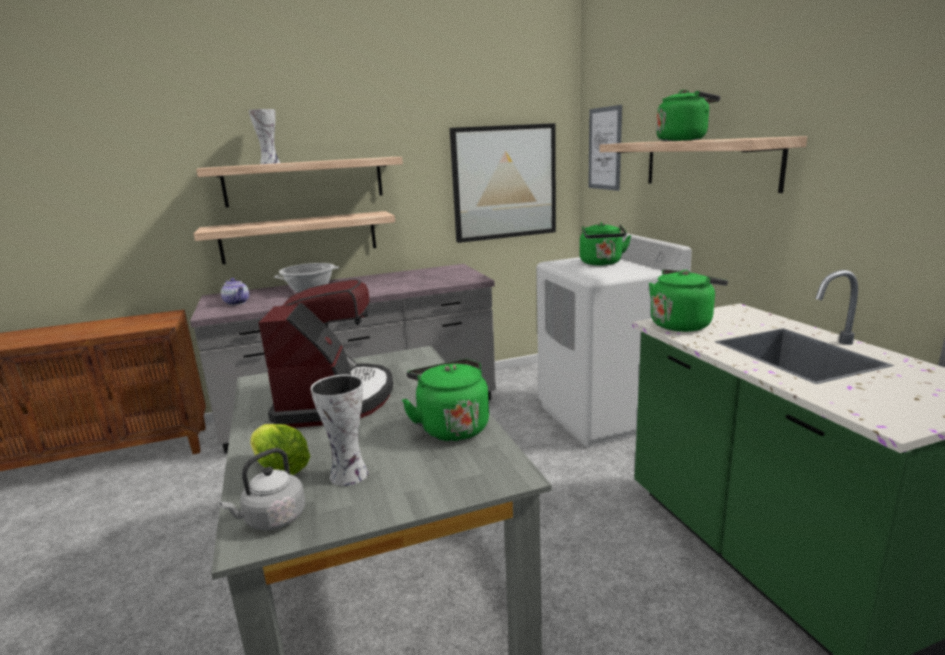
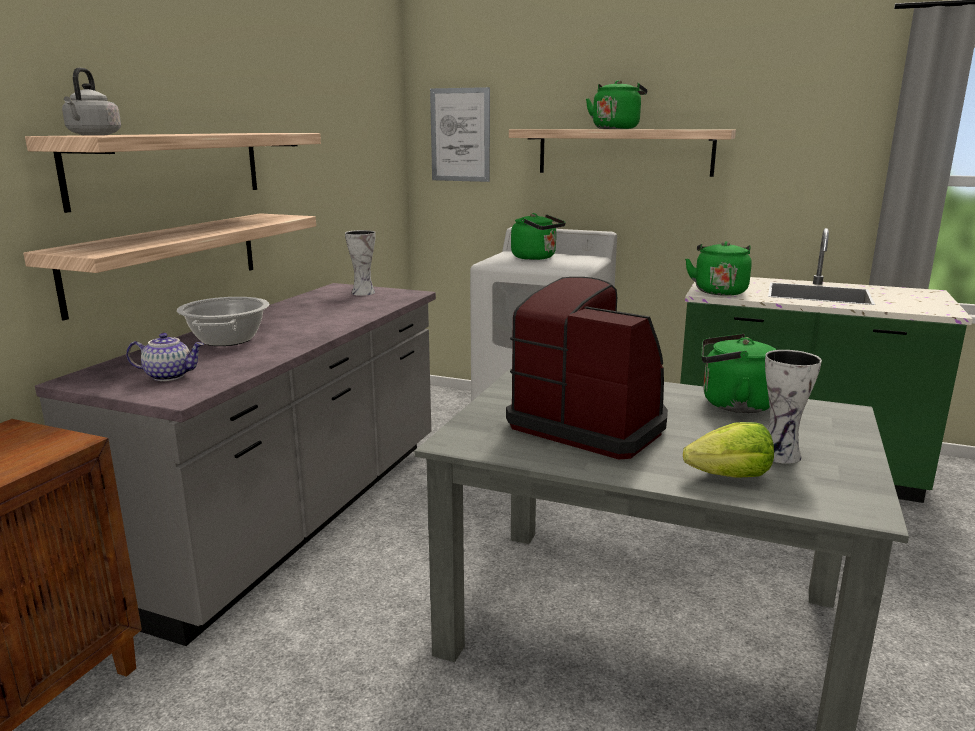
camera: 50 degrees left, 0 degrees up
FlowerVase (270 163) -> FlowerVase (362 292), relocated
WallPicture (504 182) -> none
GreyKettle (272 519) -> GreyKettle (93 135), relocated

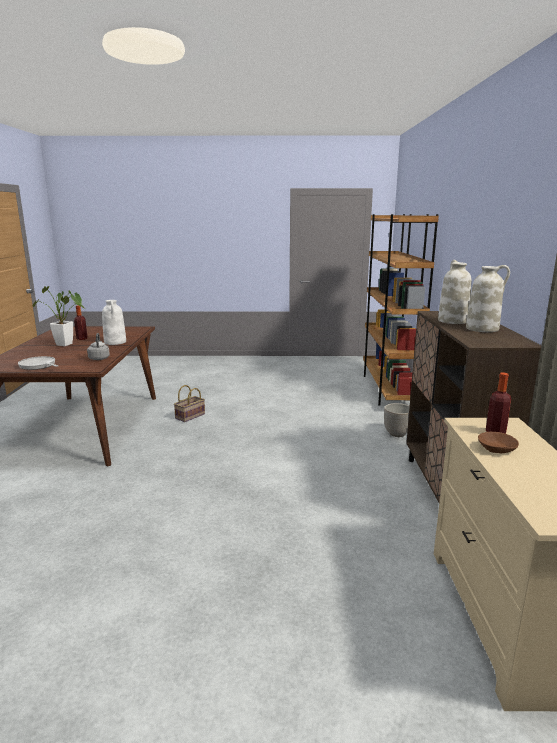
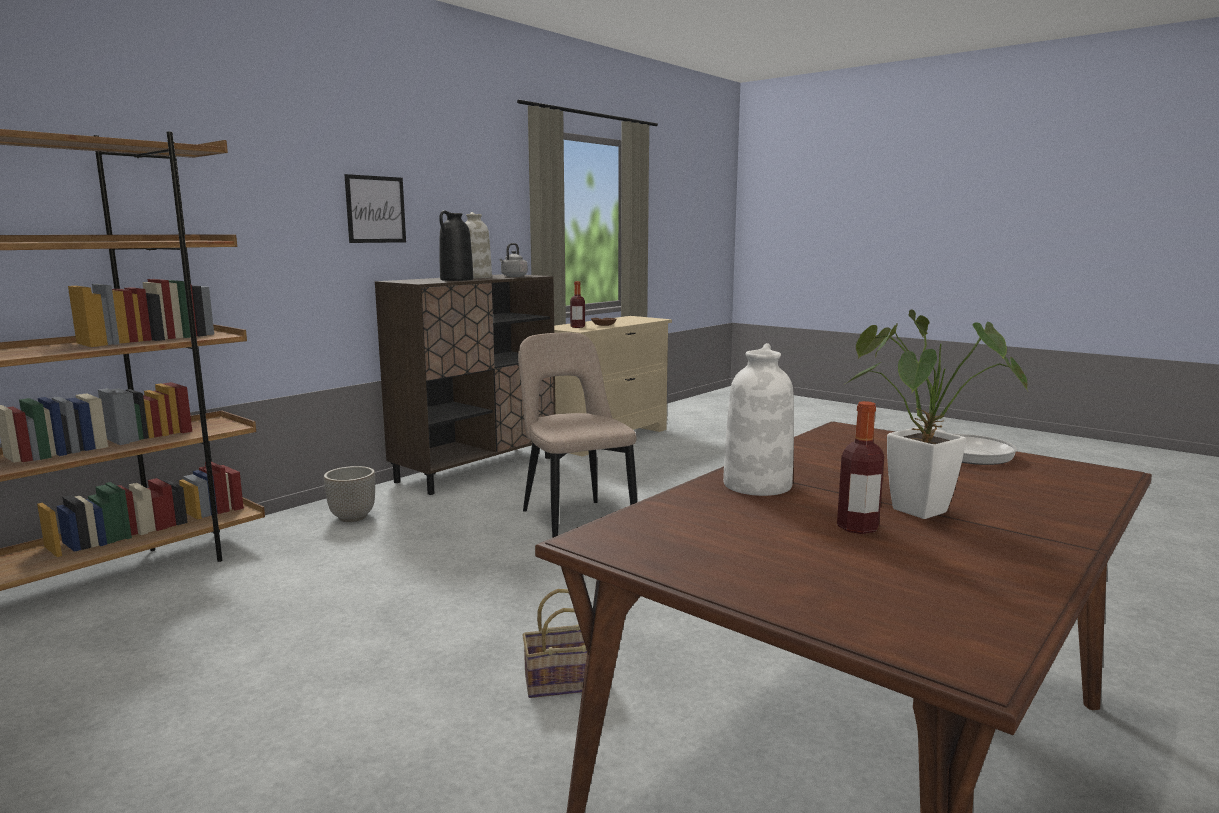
camera: 140 degrees left, 5 degrees down
WhitishFlowerVase (452 321) -> BlackColouredFlowerVase (456 279)
GreyKettle (99 358) -> GreyKettle (513 276), relocated
none -> WallPicture (375 209)
none -> BeigeColouredPlainChair (575 521)

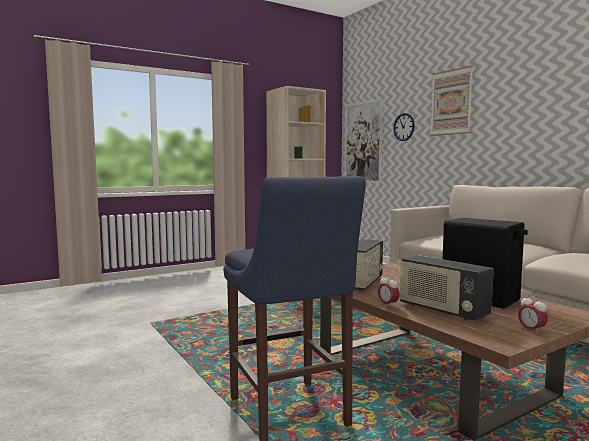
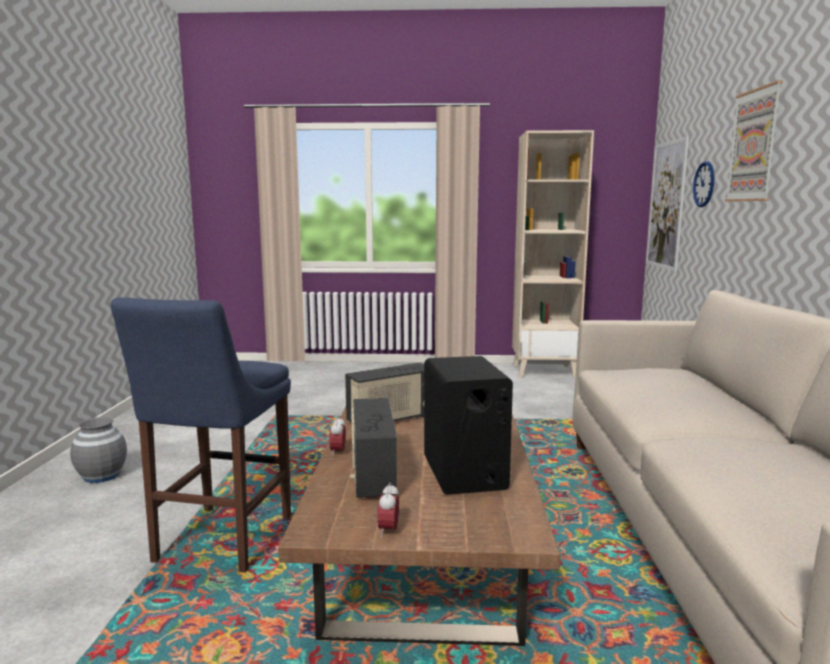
camera: 35 degrees right, 5 degrees up
none -> GreyFlowerVase (102 476)

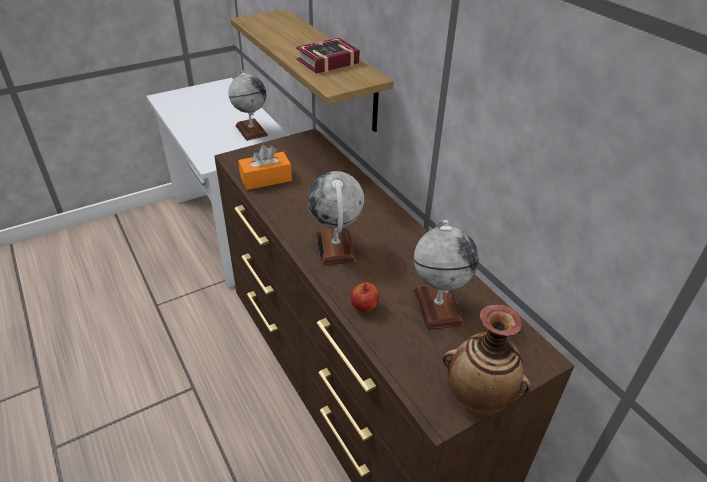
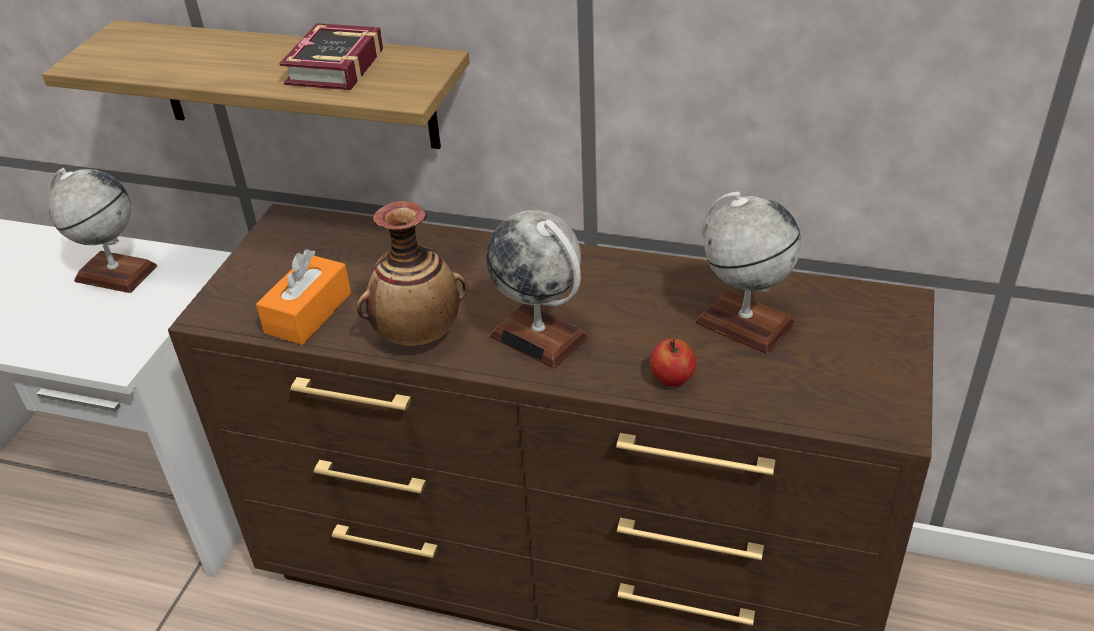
camera: 40 degrees left, 0 degrees up
FlowerVase (479 395) -> FlowerVase (418 335), relocated

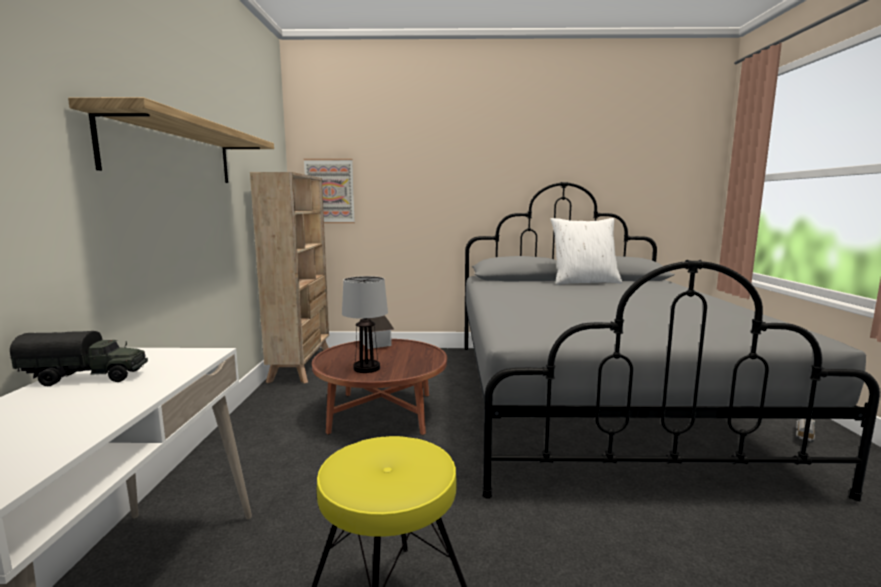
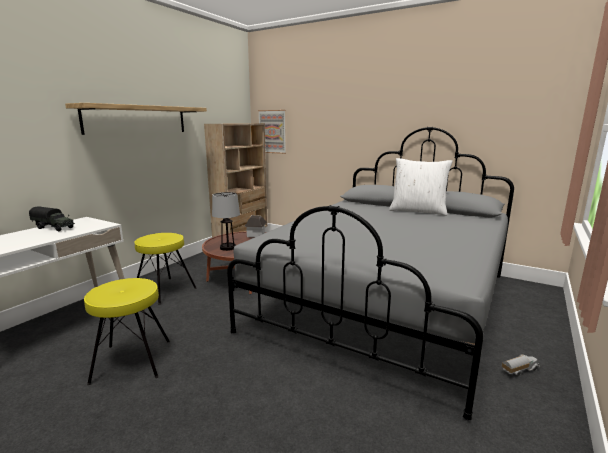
camera: 30 degrees right, 5 degrees up
none -> YellowSittingStool (165 290)

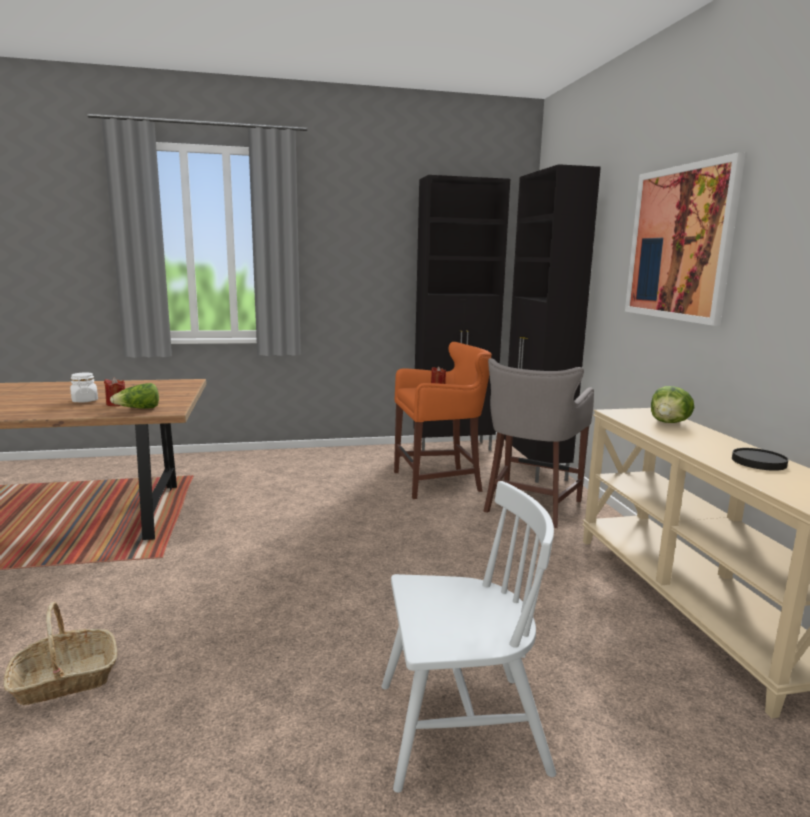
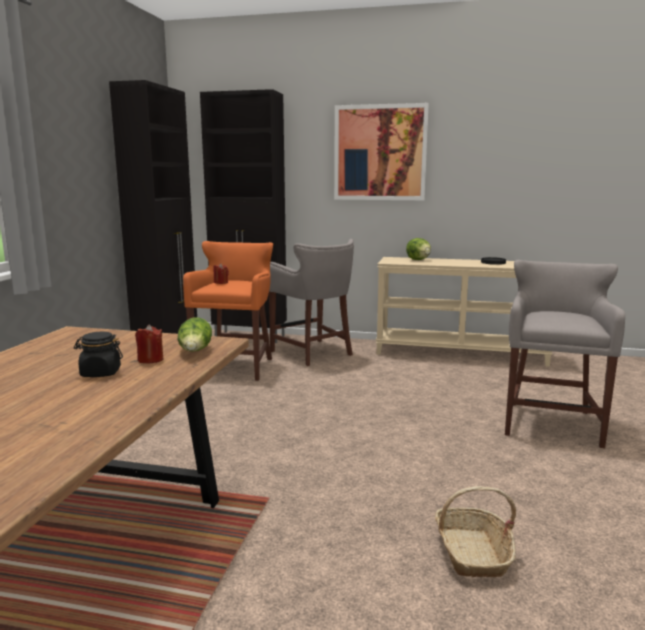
camera: 65 degrees left, 0 degrees up
WhitishStorageJar (84 400) -> BlackColouredStorageJar (100 373)
WhitishPlainChair (459 728) -> GreySittingStool (550 422)

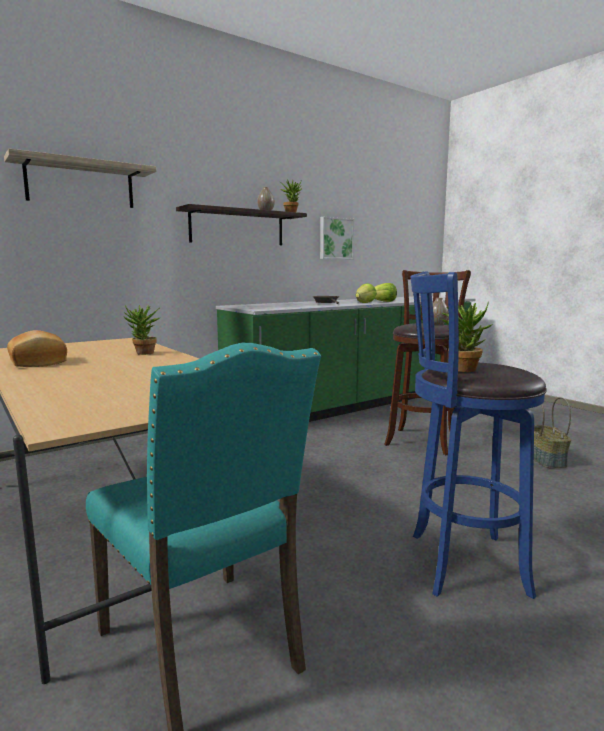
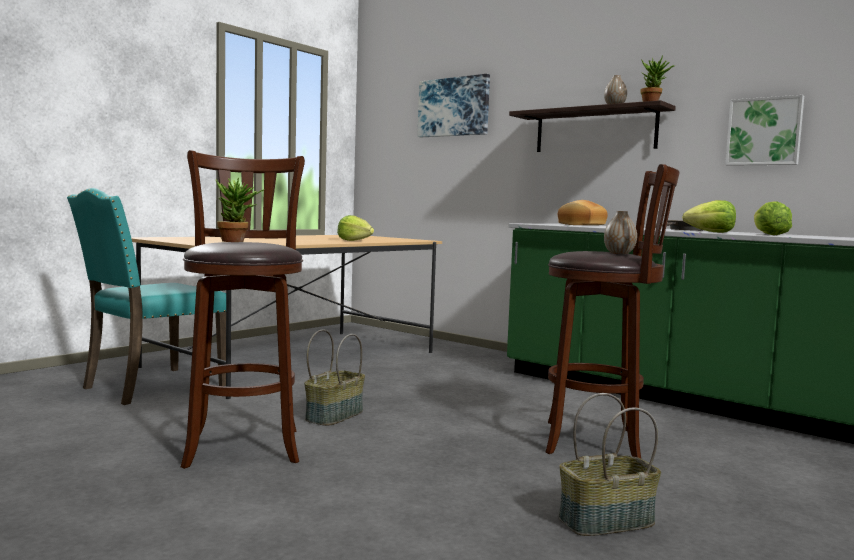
camera: 75 degrees right, 5 degrees down
BracketShelf (80 184) -> WallPicture (454 107)
BluishSittingStool (460 563) -> BrownishSittingStool (243 445)
PottedPlant (143 354) -> LettuceHead (354 240)
Bread (36 362) -> Bread (580 225), relocated
none -> Basket (334 415)

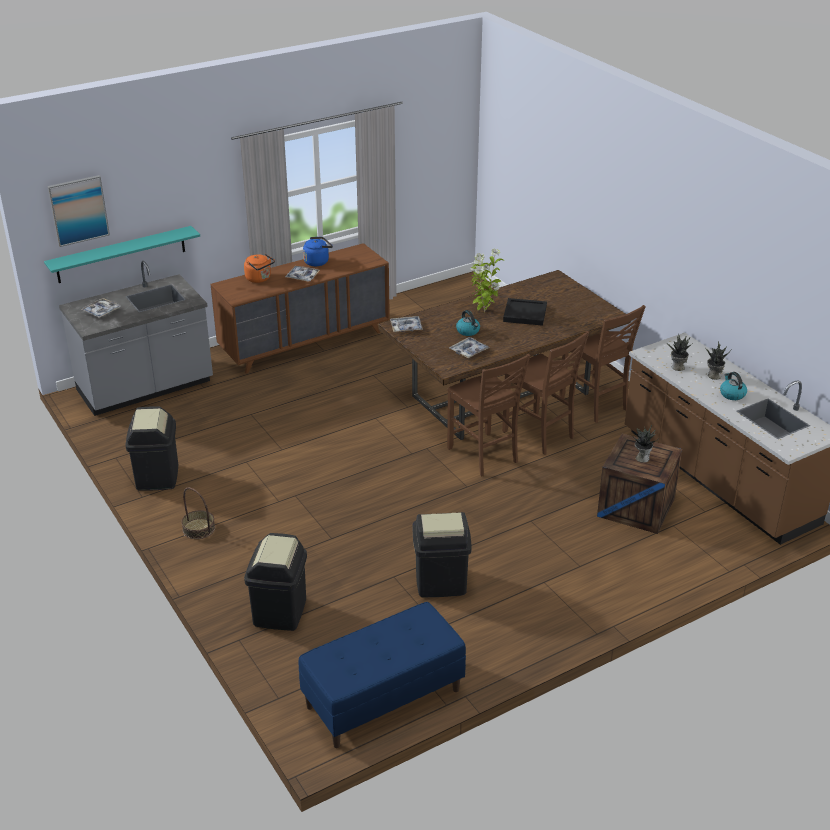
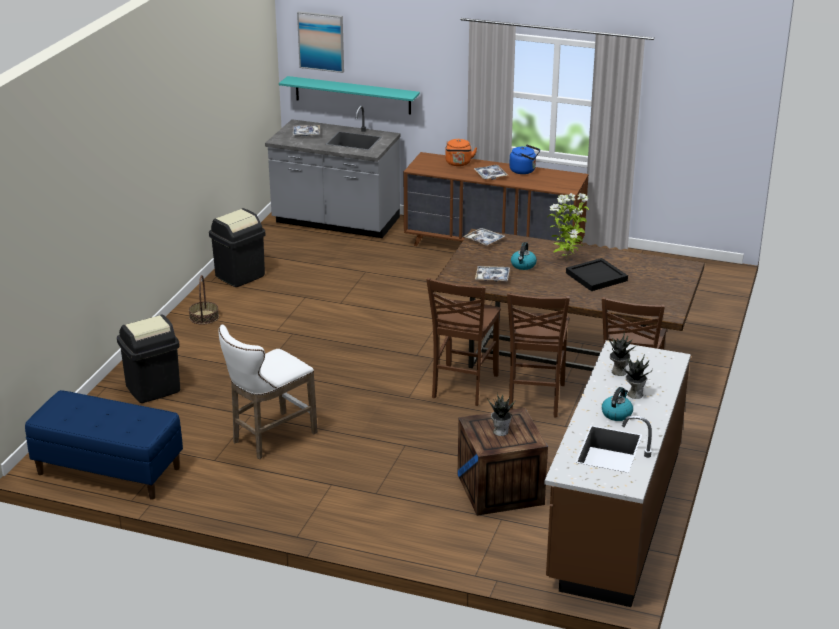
camera: 50 degrees right, 5 degrees down
BlackColouredWasteBin (440 582) -> WhitishSittingStool (269 438)

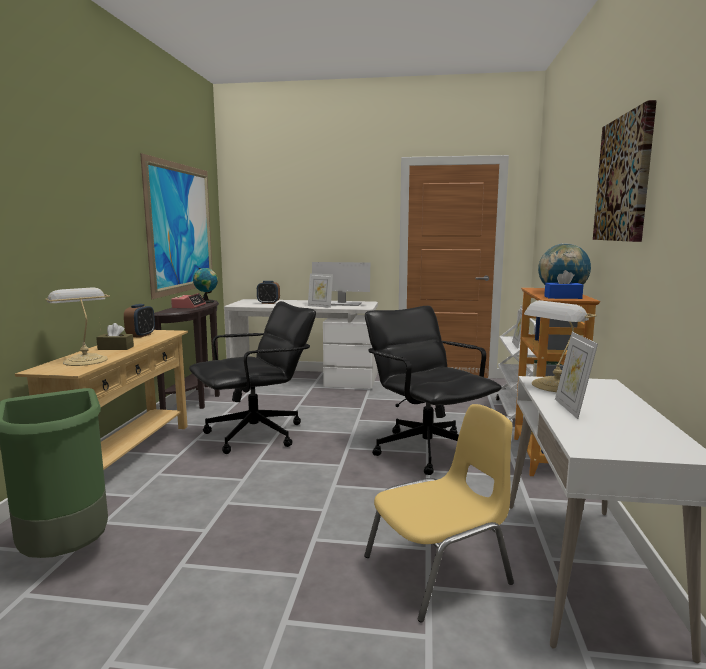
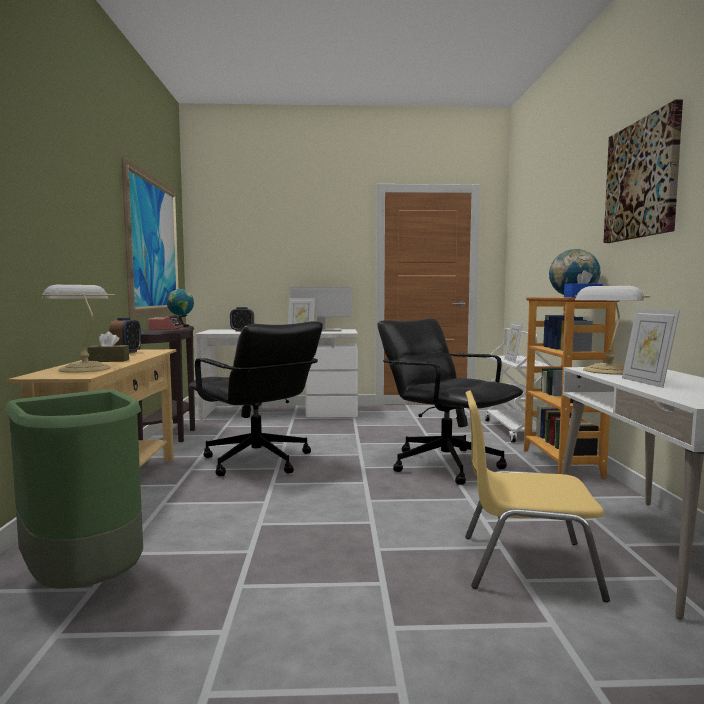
camera: 10 degrees left, 5 degrees down
BlackColouredOfficeChair (256 434) -> BlackColouredOfficeChair (257 461), 90 degrees clockwise
YellowPlainChair (439 570) -> YellowPlainChair (525 564), 135 degrees counterclockwise

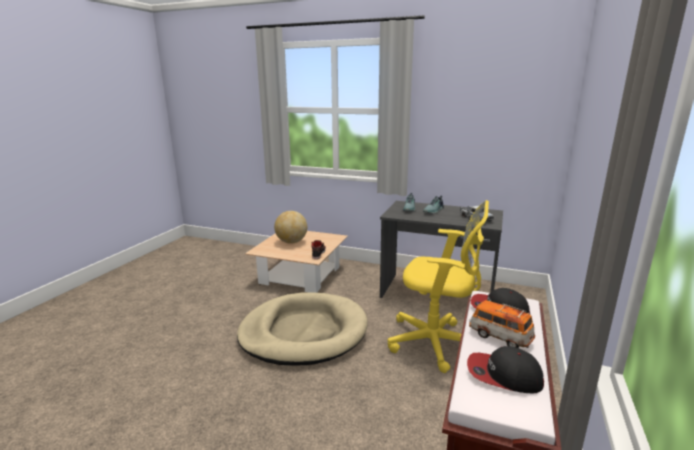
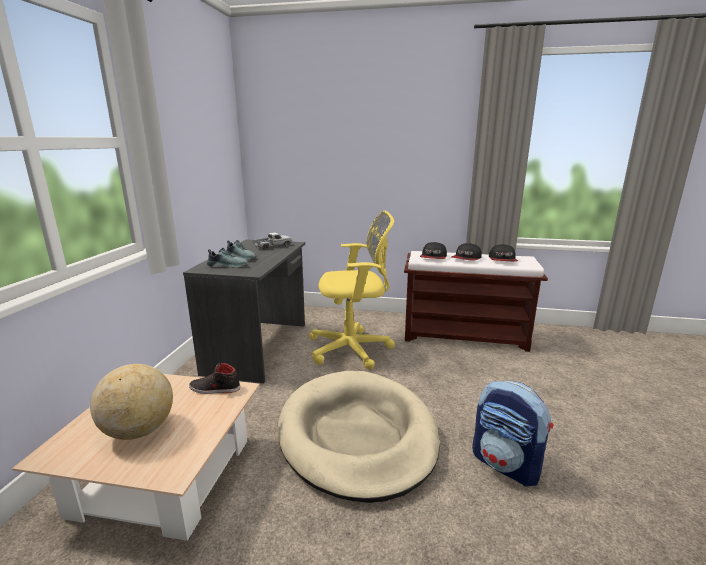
camera: 100 degrees left, 0 degrees up
YellowOfficeChair (436 343) -> YellowOfficeChair (353 349), 75 degrees clockwise
ToyCar (499 337) -> BaseballCap (466 258)
none -> Knapsack (506 464)

